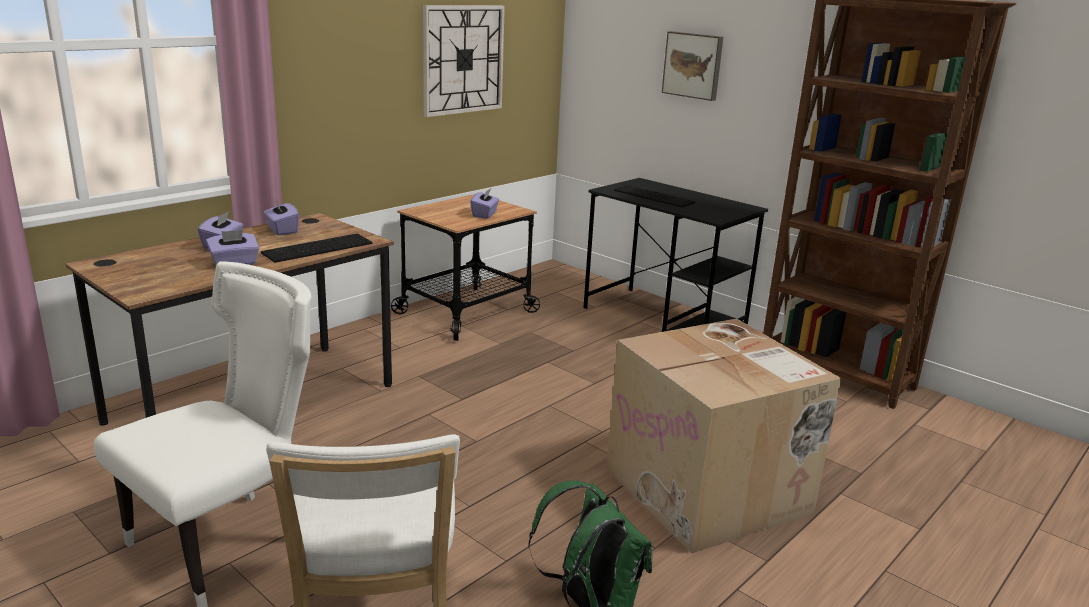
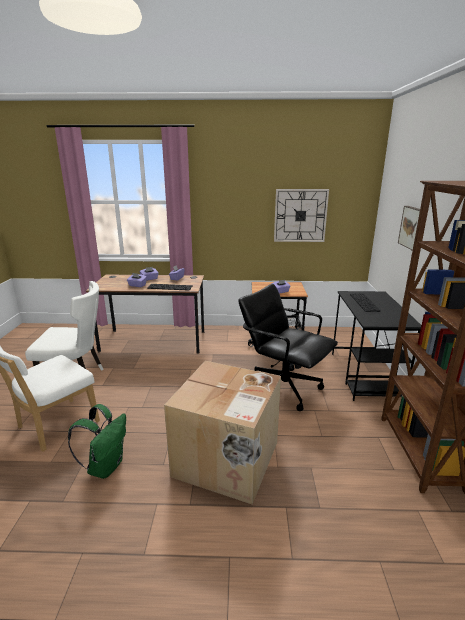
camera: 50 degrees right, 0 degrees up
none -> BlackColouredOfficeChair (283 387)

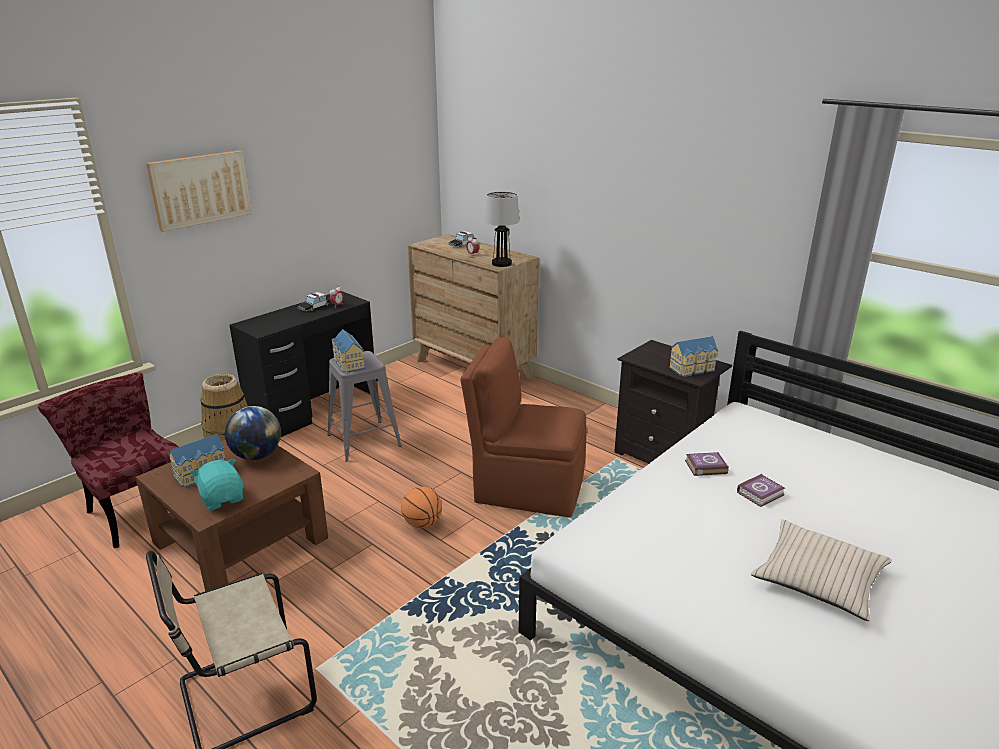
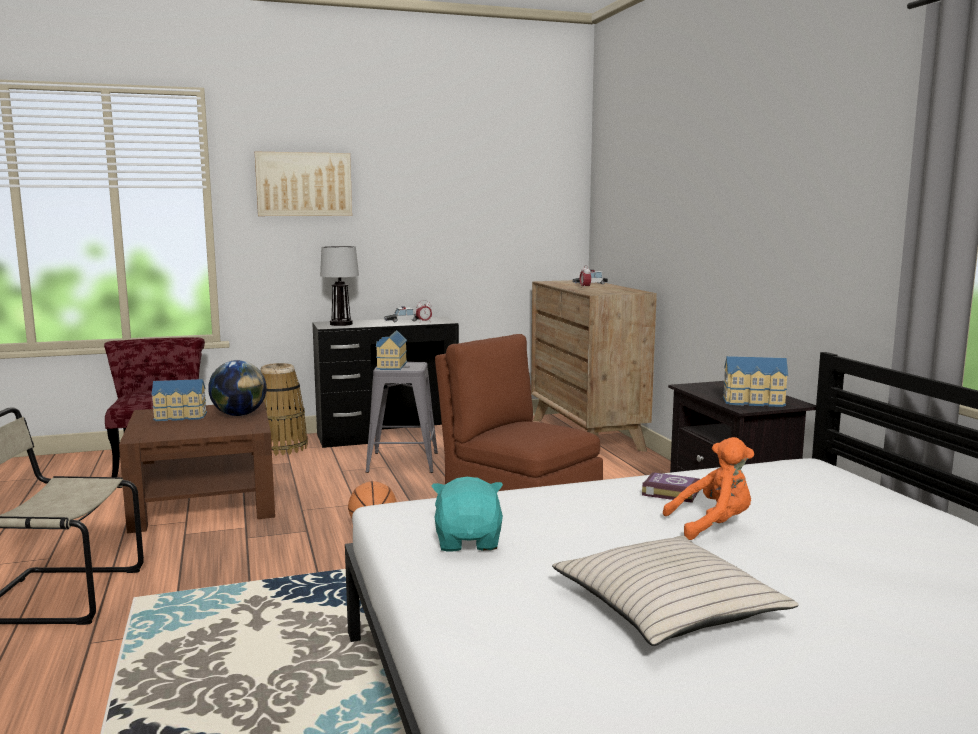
camera: 30 degrees right, 15 degrees down
TableLamp (502 264) -> TableLamp (341 324), relocated
TurquoiseCuddlyToy (222 498) -> TurquoiseCuddlyToy (469 542), relocated
Volume (761 493) -> OrangeCuddlyToy (713 525)

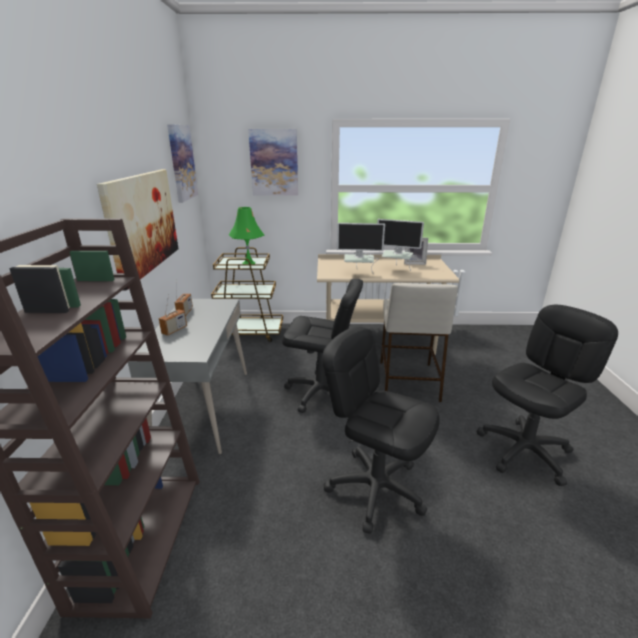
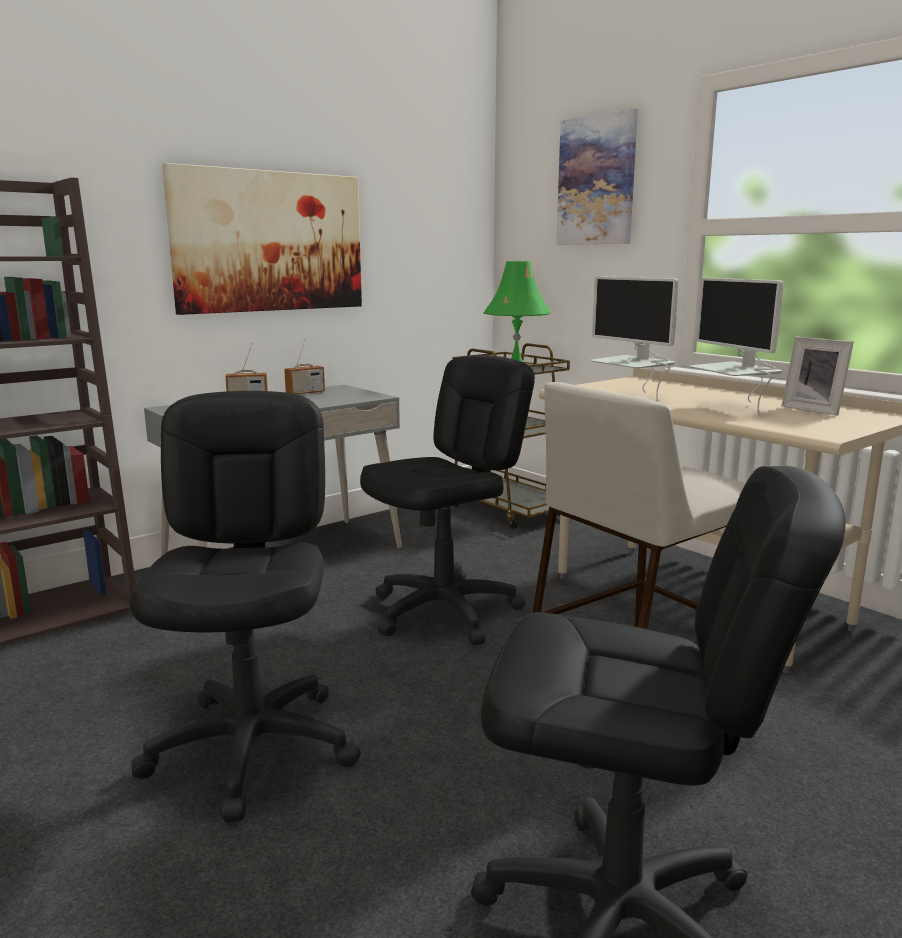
camera: 50 degrees right, 10 degrees down
WallPicture (182 163) -> none
BlackColouredOfficeChair (321 392) -> BlackColouredOfficeChair (445 611), 105 degrees counterclockwise

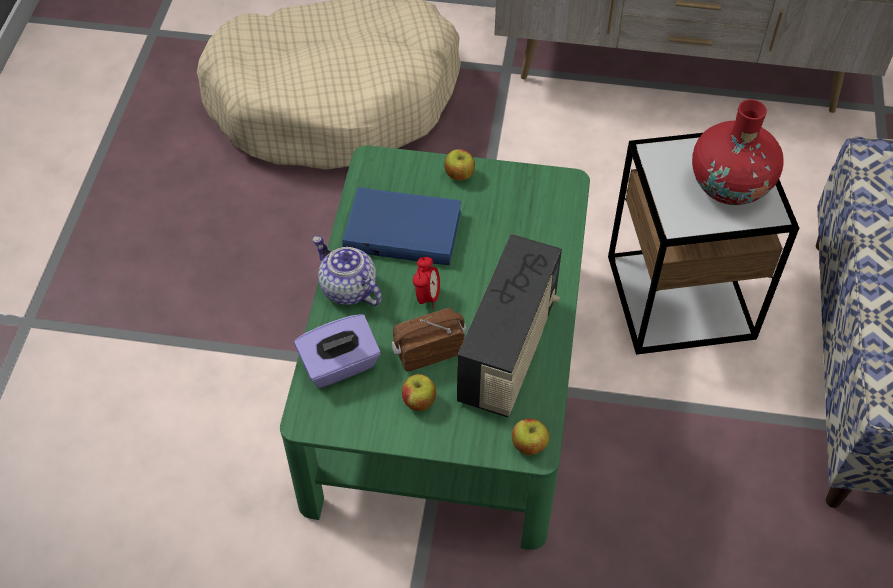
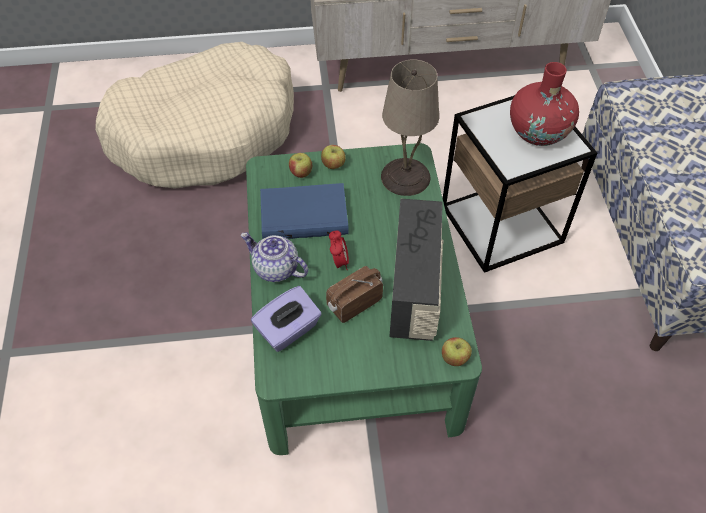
camera: 15 degrees left, 0 degrees up
AppleFruit (418 401) -> AppleFruit (300 173), relocated
none -> BeigeColouredTableLamp (404 176)

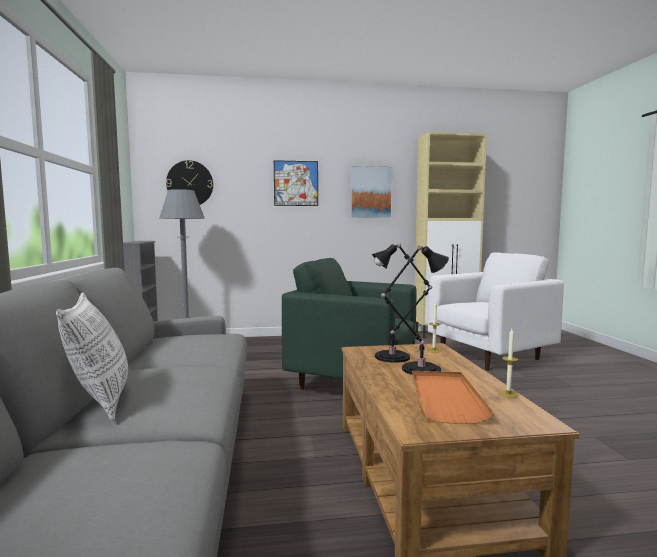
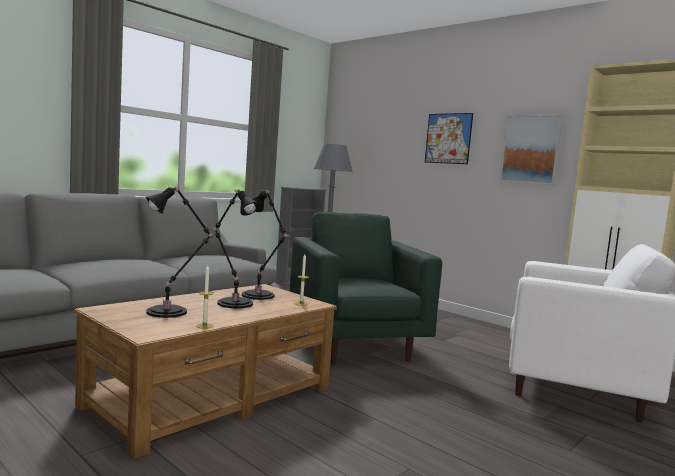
camera: 50 degrees right, 0 degrees up
ClockOnTheWall (190 183) -> none
Pillow (101 400) -> none
OrangeTray (445 398) -> BlackColouredTableLamp (170 312)

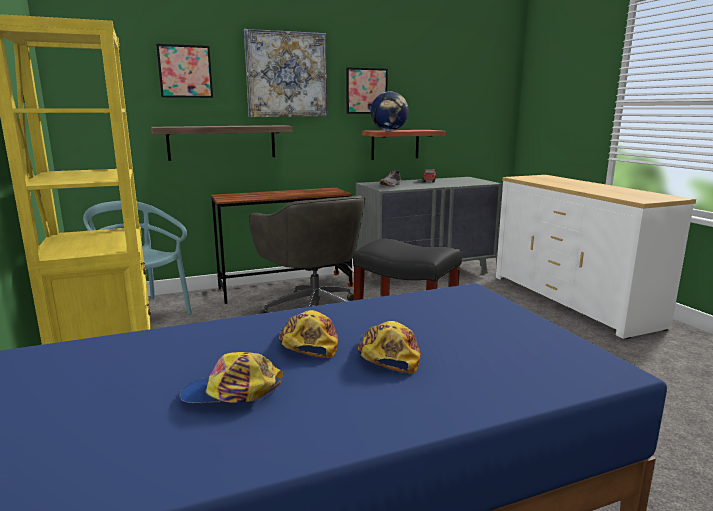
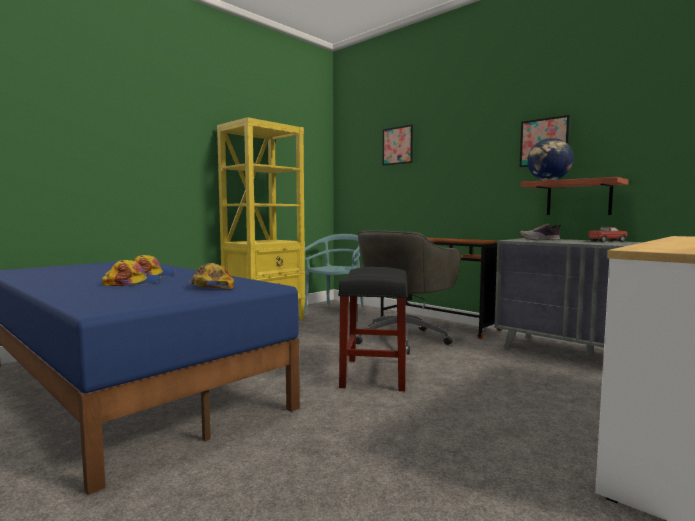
camera: 65 degrees right, 10 degrees down
WallPicture (286 75) -> none
BracketShelf (222 142) -> none
BaseballCap (231 393) -> BaseballCap (211 287), relocated

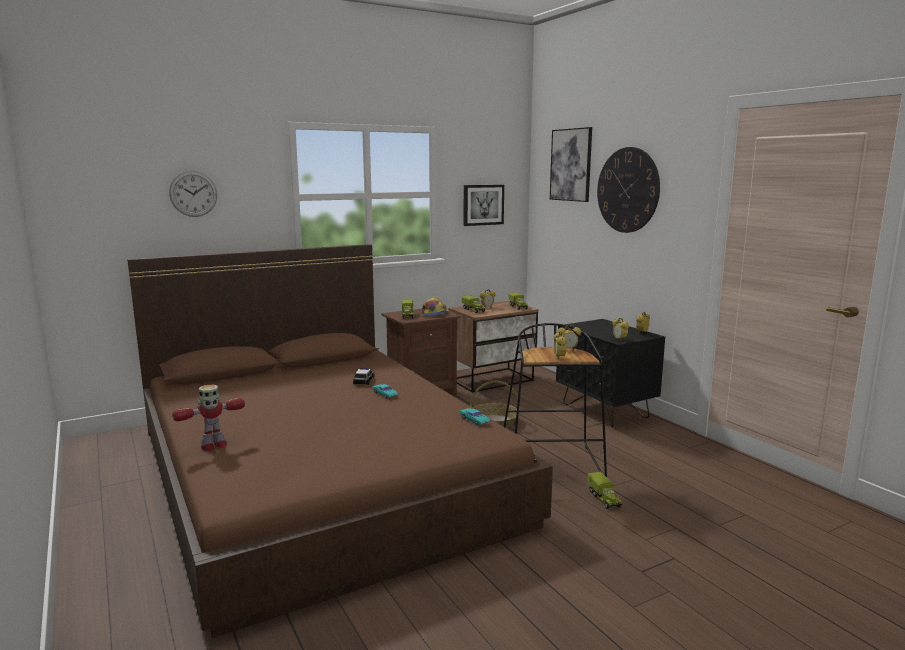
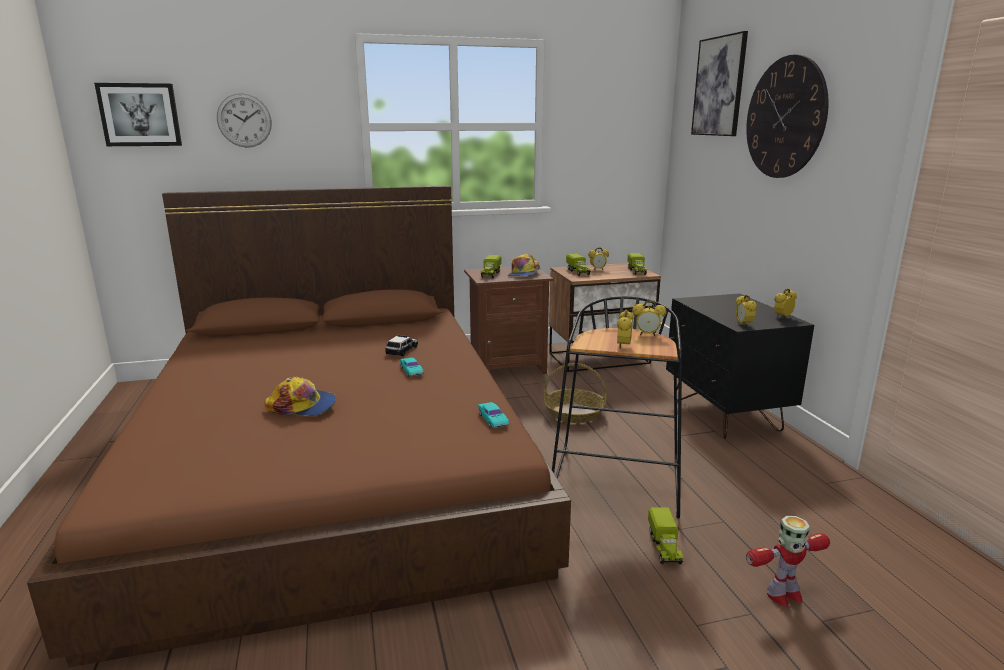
camera: 15 degrees right, 5 degrees up
WallPicture (483 205) -> WallPicture (140 115), relocated
ModelRobot (213 445) -> ModelRobot (783 595), relocated
none -> BaseballCap (303 406)

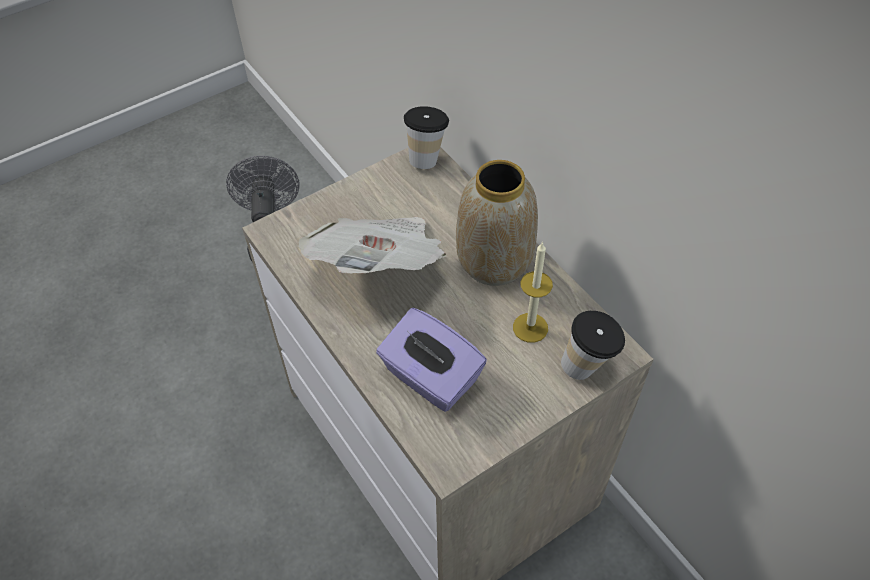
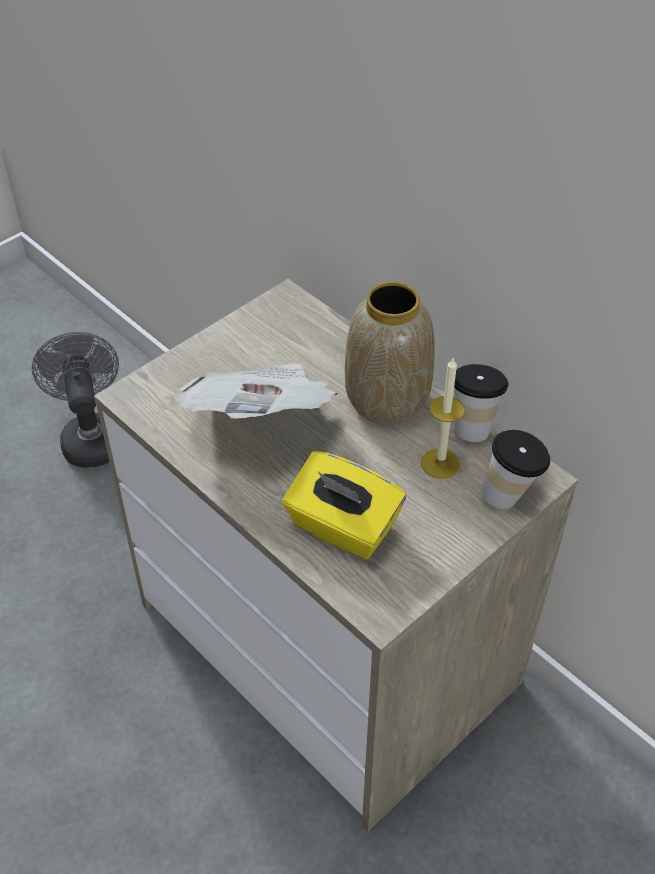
camera: 10 degrees left, 5 degrees down
DrinkingCup (426 157) -> DrinkingCup (473 426), relocated
PurpleColouredTissueHolder (430 378) -> YellowTissueHolder (342 527)

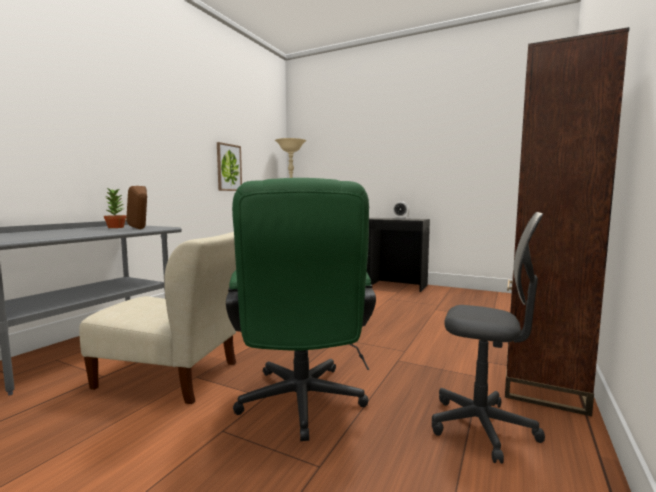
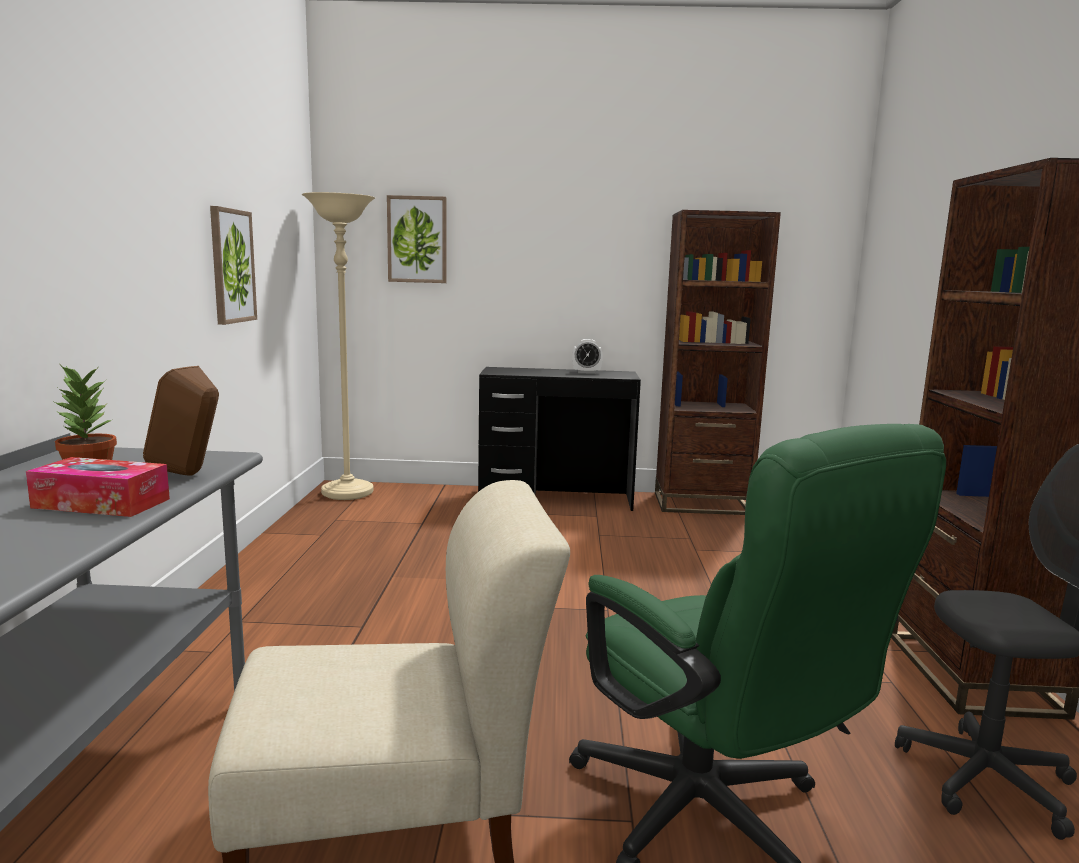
camera: 25 degrees left, 5 degrees up
none -> WallPicture (417 239)
none -> BrownishBookshelf (701 504)
none -> TissueHolder (101 503)

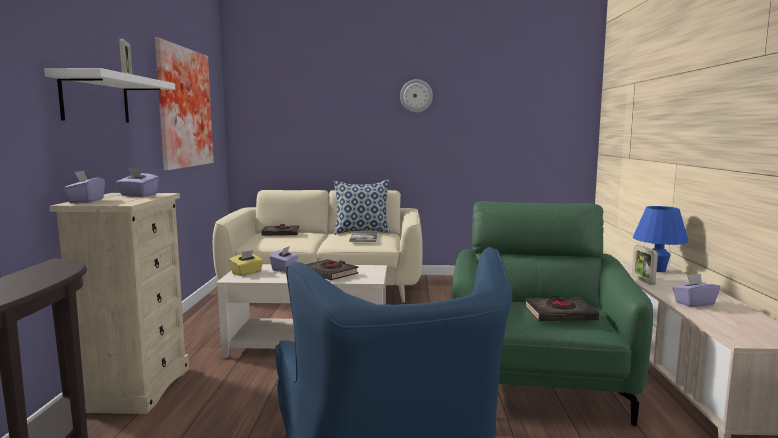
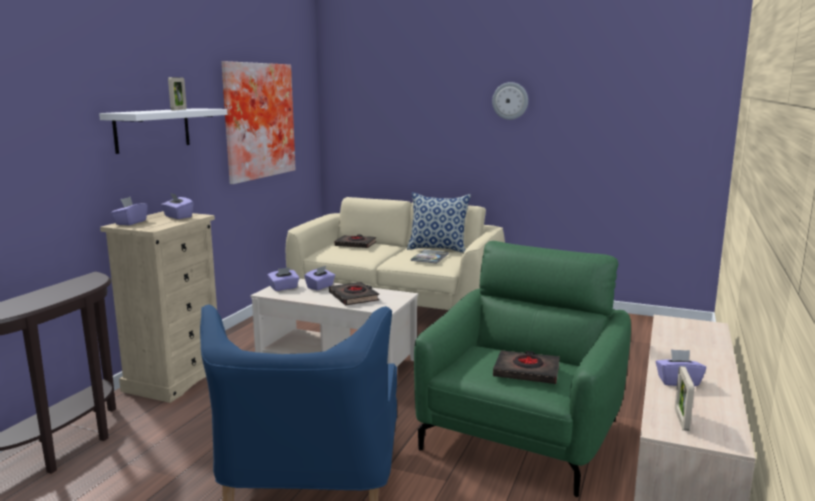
camera: 20 degrees right, 5 degrees up
BluishTableLamp (657 270) -> none
PictureFrame (643 280) -> PictureFrame (681 420), relocated
YellowTissueHolder (247 273) -> PurpleColouredTissueHolder (284 288)

